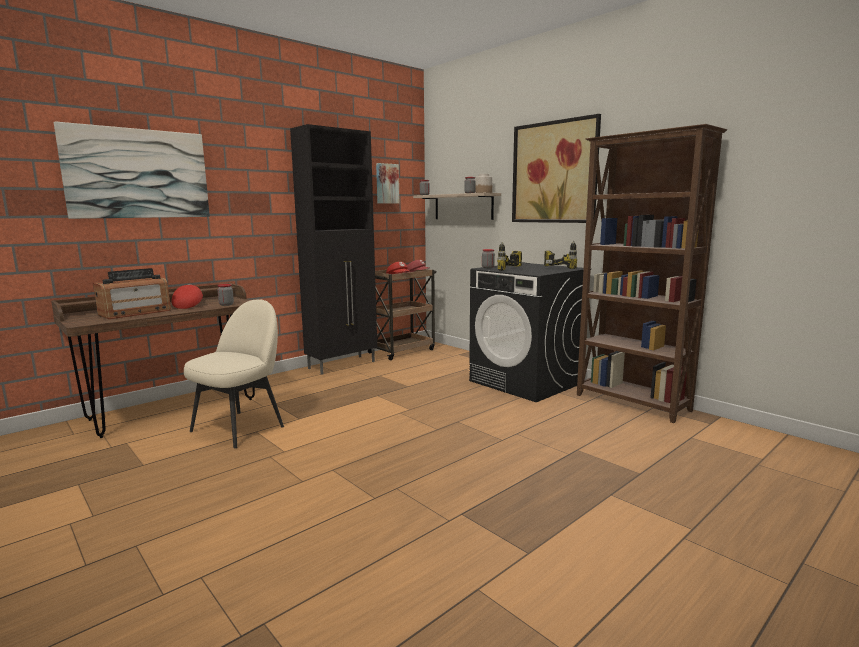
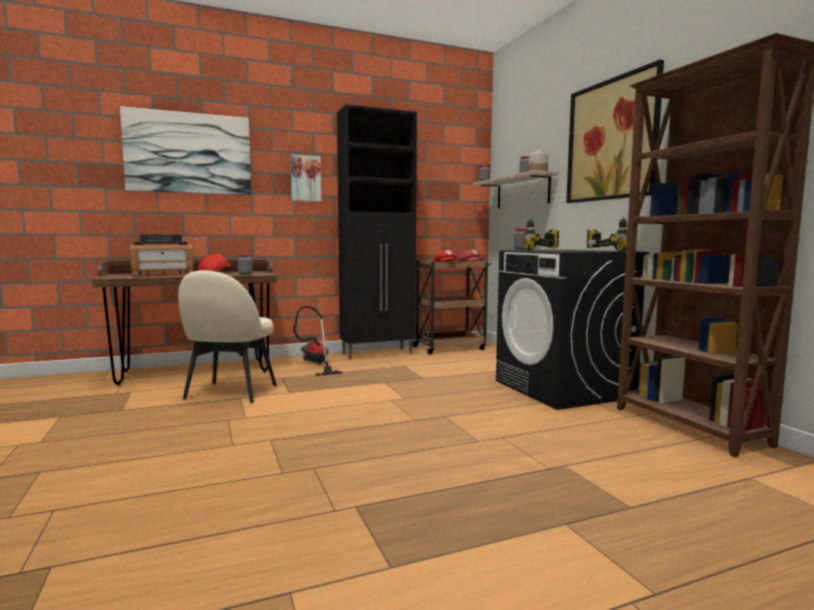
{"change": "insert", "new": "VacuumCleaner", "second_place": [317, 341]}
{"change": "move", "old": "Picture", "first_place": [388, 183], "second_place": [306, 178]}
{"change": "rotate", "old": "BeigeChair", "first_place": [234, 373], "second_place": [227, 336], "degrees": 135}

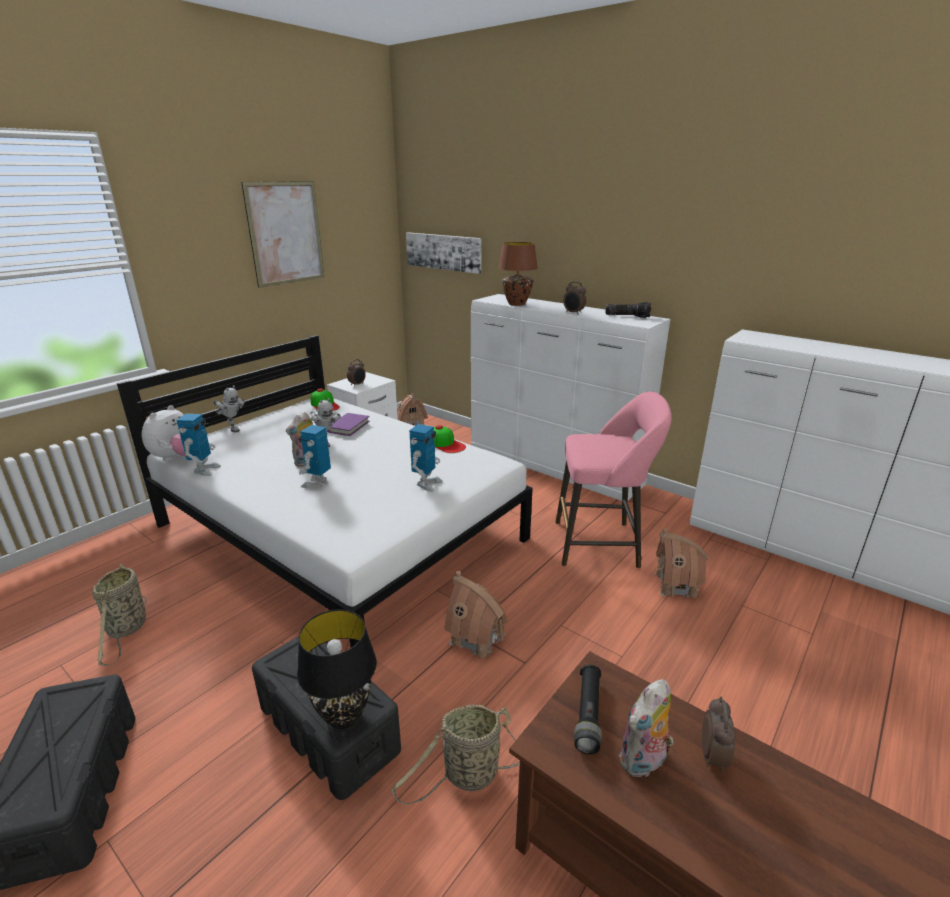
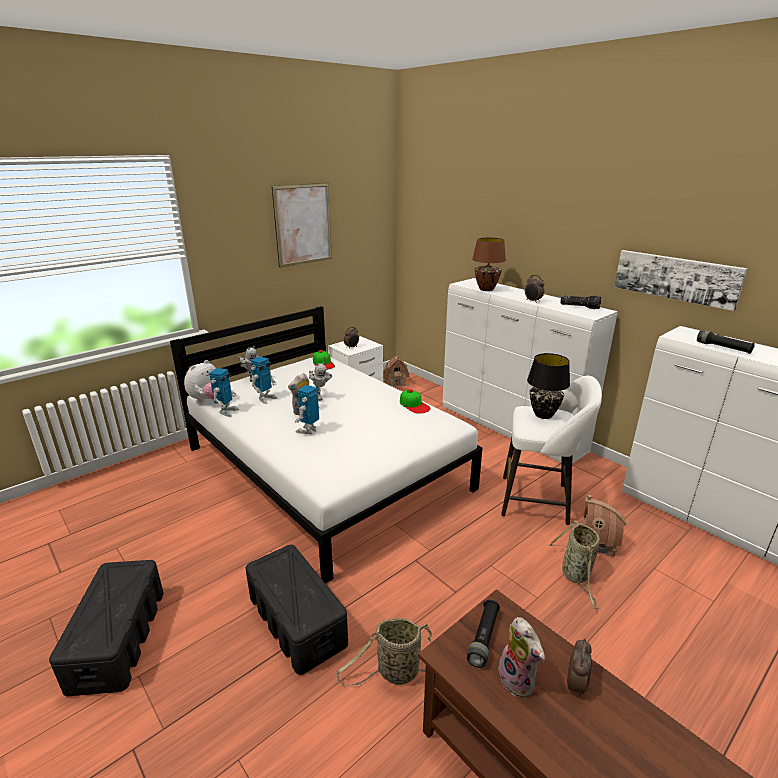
{"change": "delete", "old": "PurpleBook", "first_place": [348, 424]}
{"change": "delete", "old": "ToyHouse", "first_place": [475, 614]}
{"change": "insert", "new": "BlackFlashlight", "second_place": [726, 342]}
{"change": "move", "old": "Basket", "first_place": [119, 615], "second_place": [574, 564]}
{"change": "move", "old": "BlackTableLamp", "first_place": [337, 669], "second_place": [548, 386]}
{"change": "move", "old": "Picture", "first_place": [444, 253], "second_place": [681, 280]}
{"change": "move", "old": "ToyRobot", "first_place": [426, 458], "second_place": [264, 380]}
{"change": "recolor", "old": "PinkStool", "new": "WhiteStool", "first_place": [613, 480], "second_place": [551, 450]}
{"change": "rotate", "old": "PlushToy", "first_place": [646, 729], "second_place": [521, 657], "degrees": -90}

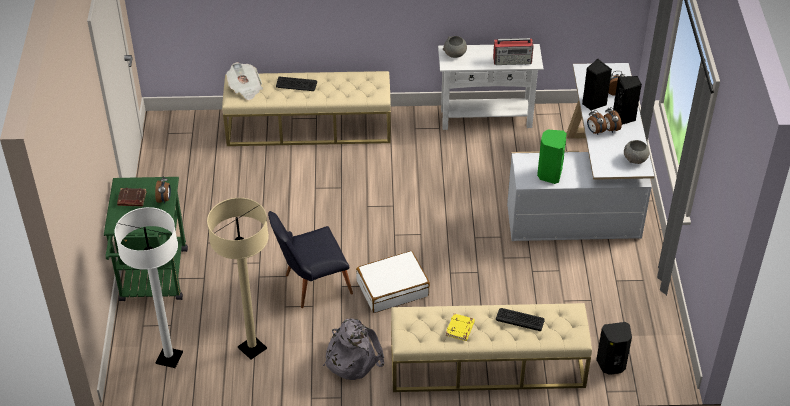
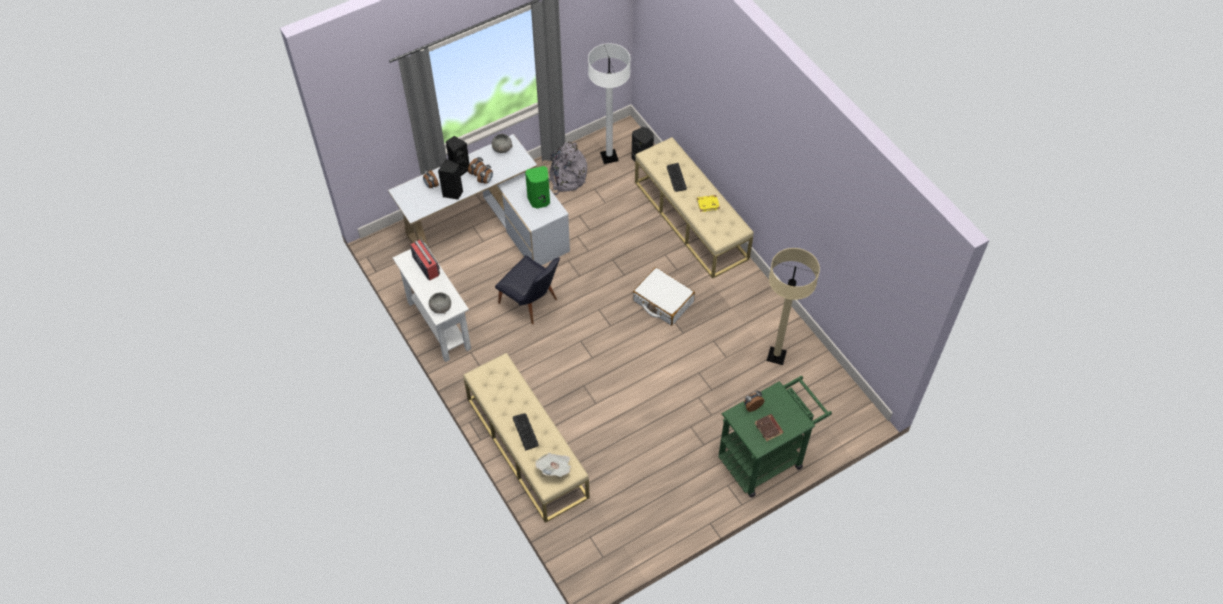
{"change": "move", "old": "WhiteFloorLamp", "first_place": [149, 287], "second_place": [609, 103]}
{"change": "move", "old": "BlackChair", "first_place": [310, 259], "second_place": [527, 290]}
{"change": "move", "old": "GreyBackpack", "first_place": [353, 349], "second_place": [568, 168]}

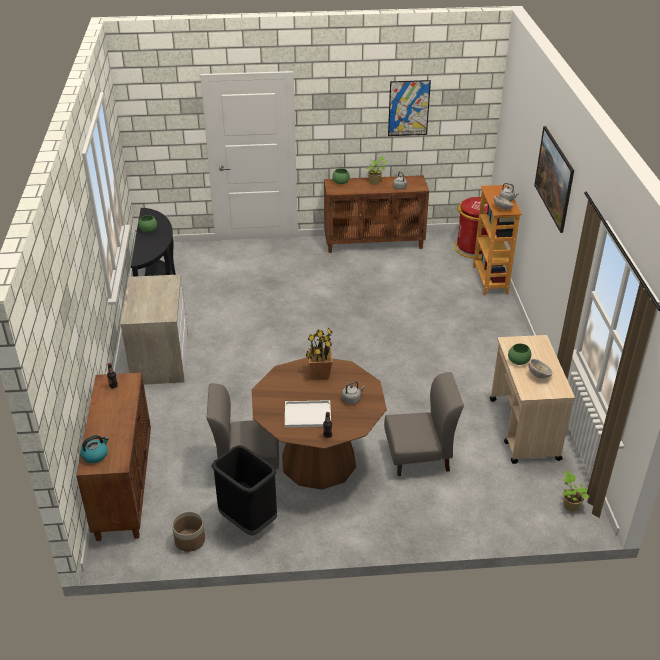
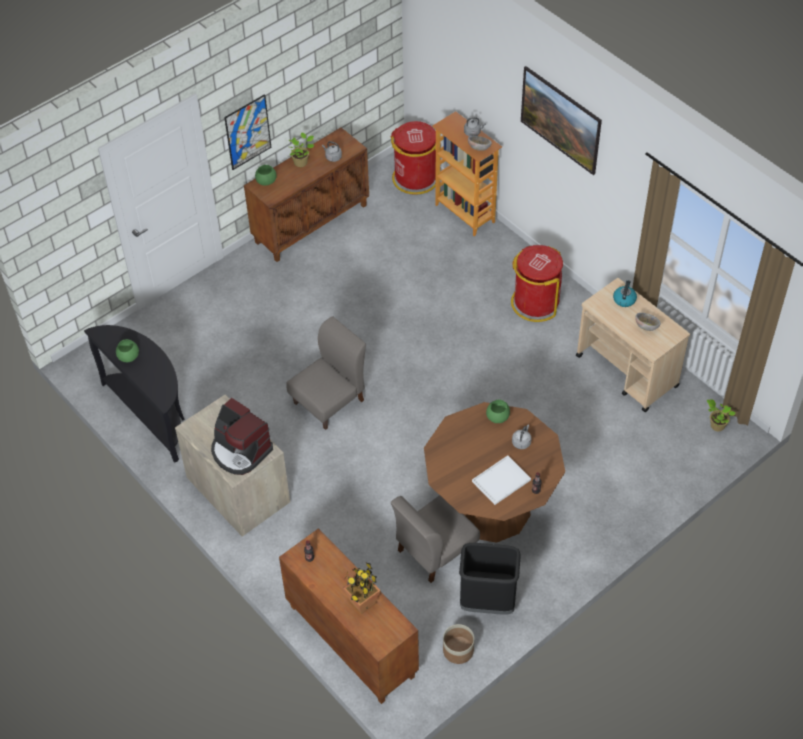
{"change": "insert", "new": "CoffeeMachine", "second_place": [242, 436]}
{"change": "insert", "new": "RedTrashCan", "second_place": [537, 283]}
{"change": "move", "old": "Kettle", "first_place": [94, 449], "second_place": [625, 293]}
{"change": "move", "old": "PottedPlant", "first_place": [319, 353], "second_place": [362, 588]}
{"change": "move", "old": "GreyChair", "first_place": [424, 424], "second_place": [326, 373]}
{"change": "move", "old": "Picture", "first_place": [409, 108], "second_place": [247, 132]}
{"change": "move", "old": "GreenBowl", "first_place": [519, 354], "second_place": [498, 411]}

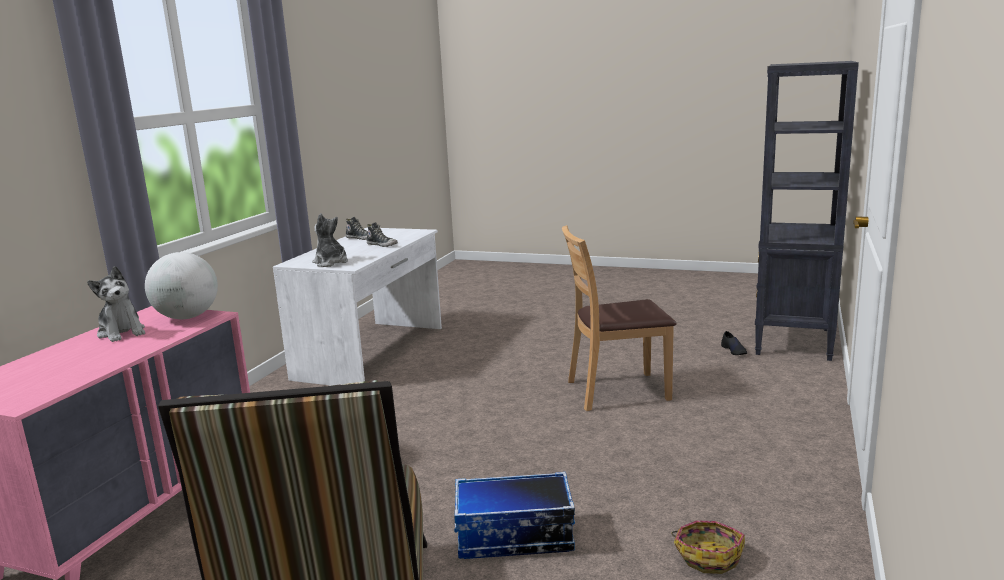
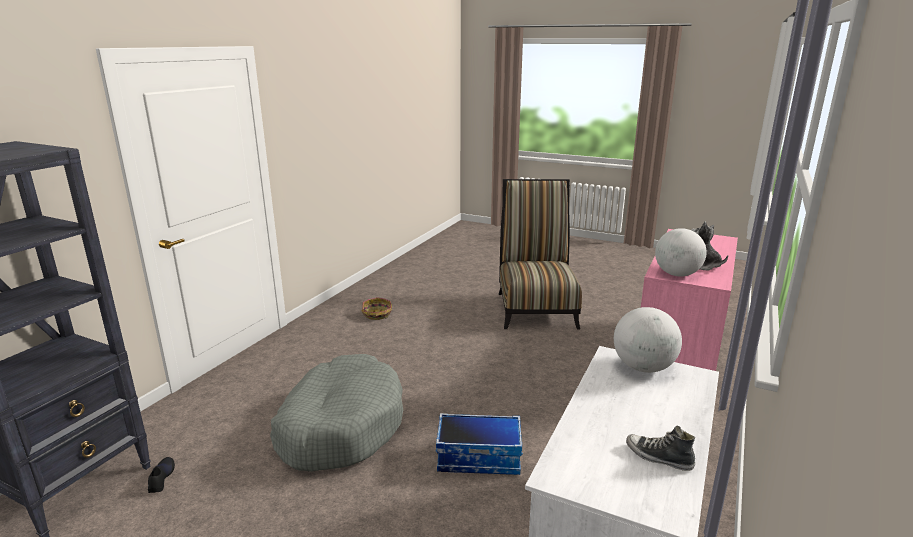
{"change": "delete", "old": "Shoe", "first_place": [382, 234]}
{"change": "move", "old": "StorageBox", "first_place": [514, 515], "second_place": [479, 444]}
{"change": "replace", "old": "PlushToy", "new": "Globe", "first_place": [330, 240], "second_place": [648, 340]}
{"change": "replace", "old": "BrownChair", "new": "GreyDogBed", "first_place": [619, 318], "second_place": [336, 413]}

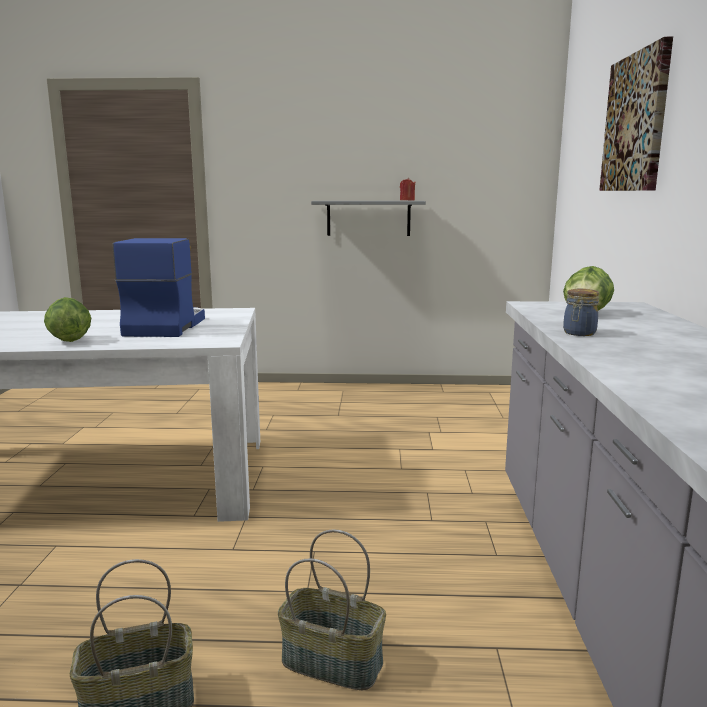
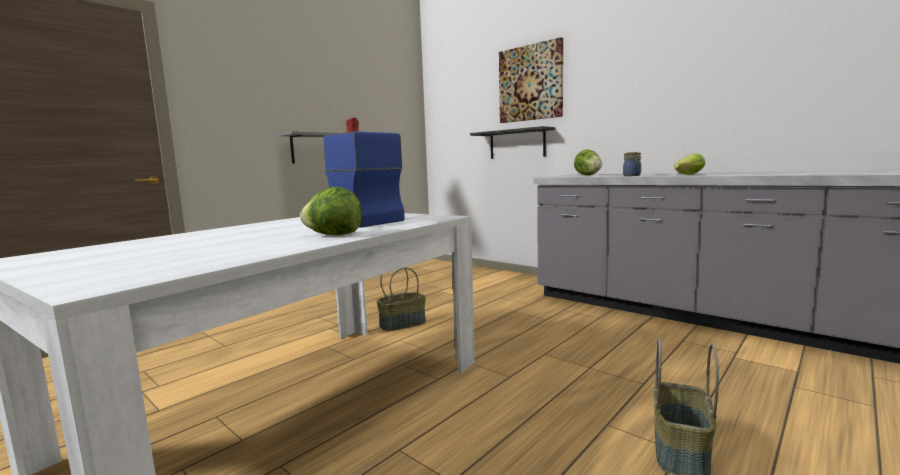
{"change": "insert", "new": "BlackShelf", "second_place": [512, 142]}
{"change": "insert", "new": "Lettuce", "second_place": [689, 164]}
{"change": "move", "old": "Basket", "first_place": [332, 609], "second_place": [401, 299]}

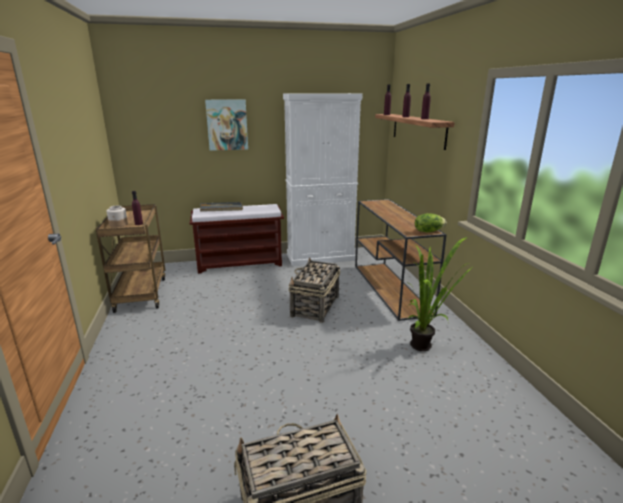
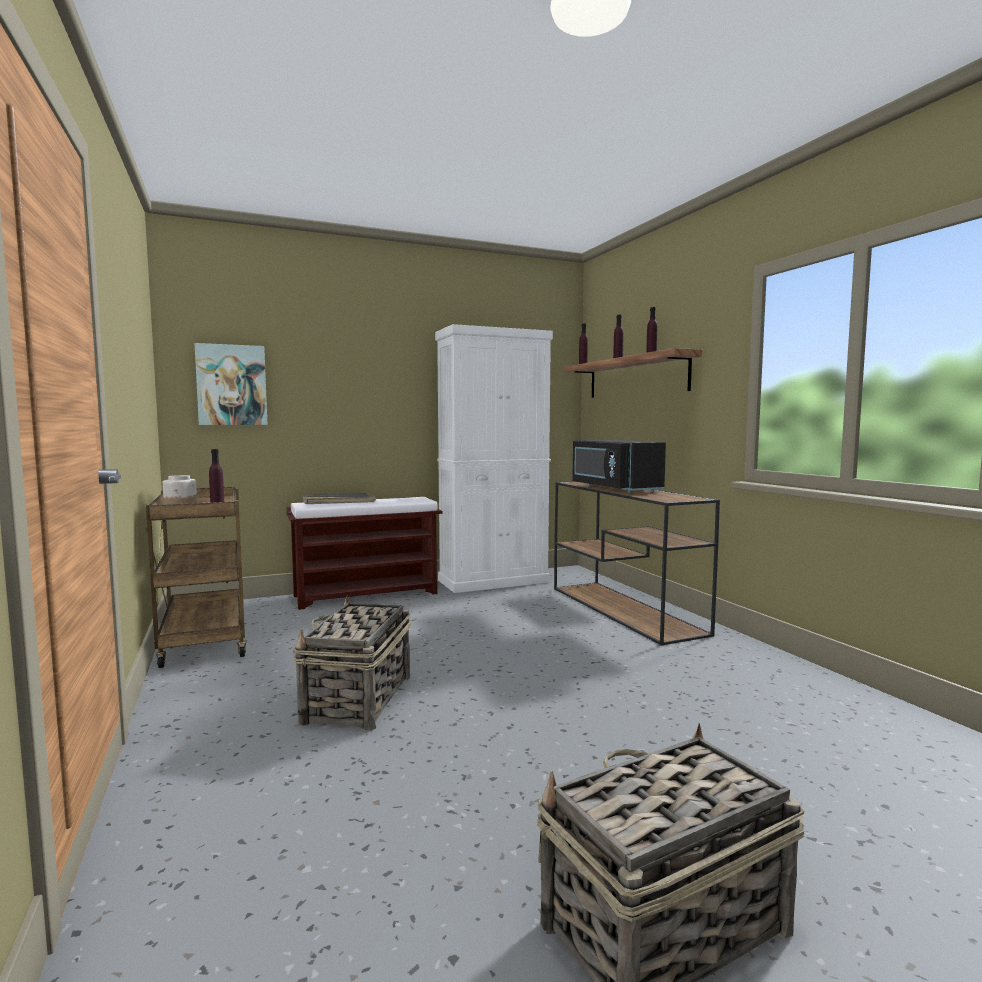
{"change": "delete", "old": "PottedPlant", "first_place": [439, 294]}
{"change": "delete", "old": "Lettuce", "first_place": [430, 222]}
{"change": "insert", "new": "BlackMicrowave", "second_place": [619, 466]}
{"change": "move", "old": "Picture", "first_place": [226, 125], "second_place": [231, 384]}
{"change": "move", "old": "Basket", "first_place": [315, 290], "second_place": [352, 663]}

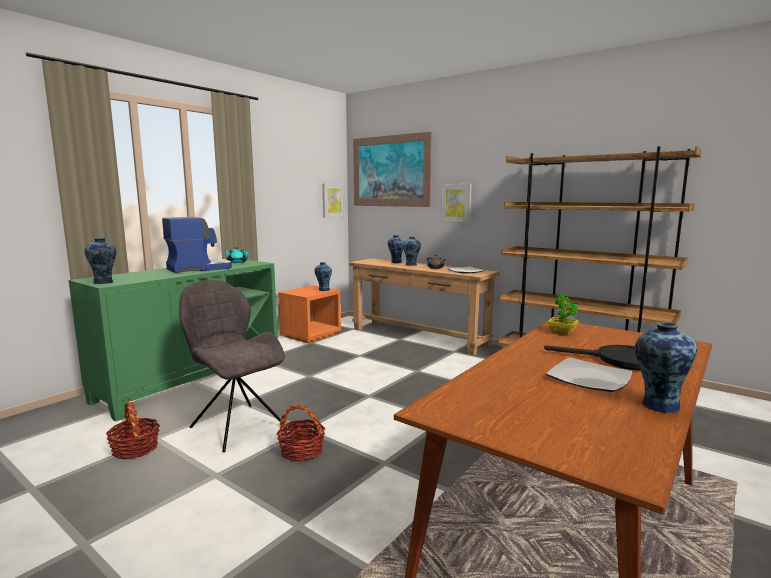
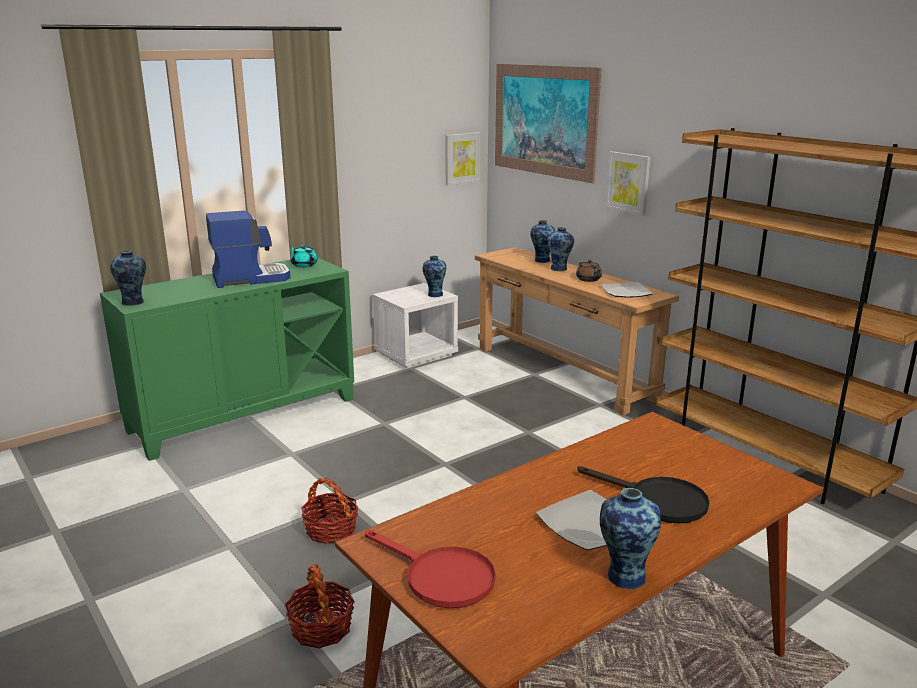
{"change": "delete", "old": "GreyChair", "first_place": [232, 366]}
{"change": "delete", "old": "PottedPlant", "first_place": [562, 314]}
{"change": "insert", "new": "RedFryingPan", "second_place": [430, 569]}
{"change": "move", "old": "Basket", "first_place": [133, 430], "second_place": [320, 606]}
{"change": "recolor", "old": "OrangeNightstand", "new": "WhiteNightstand", "first_place": [309, 314], "second_place": [415, 326]}

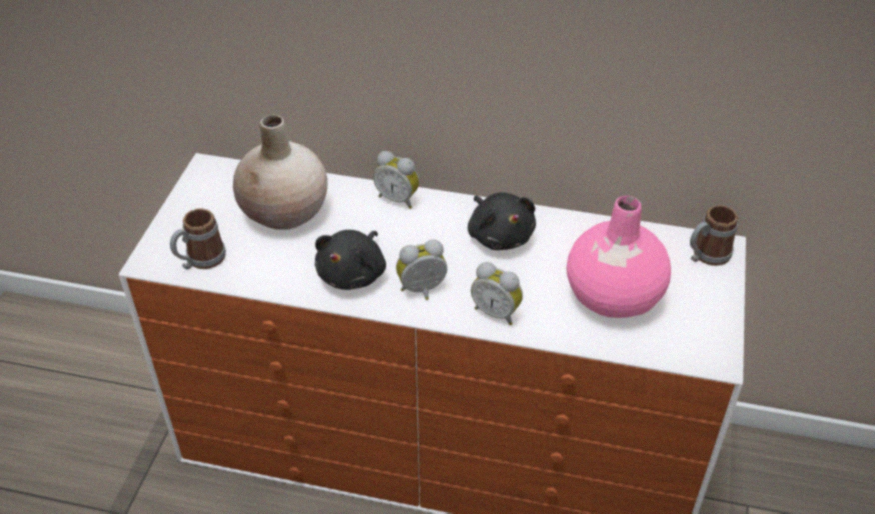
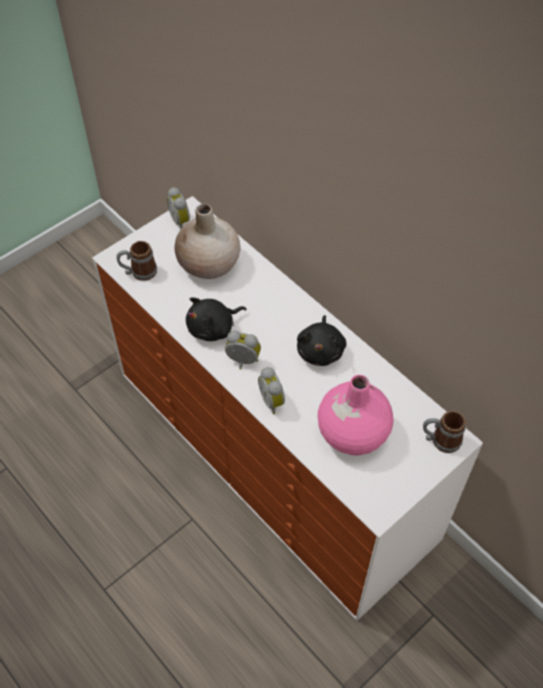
{"change": "move", "old": "AlarmClock", "first_place": [396, 180], "second_place": [178, 208]}

